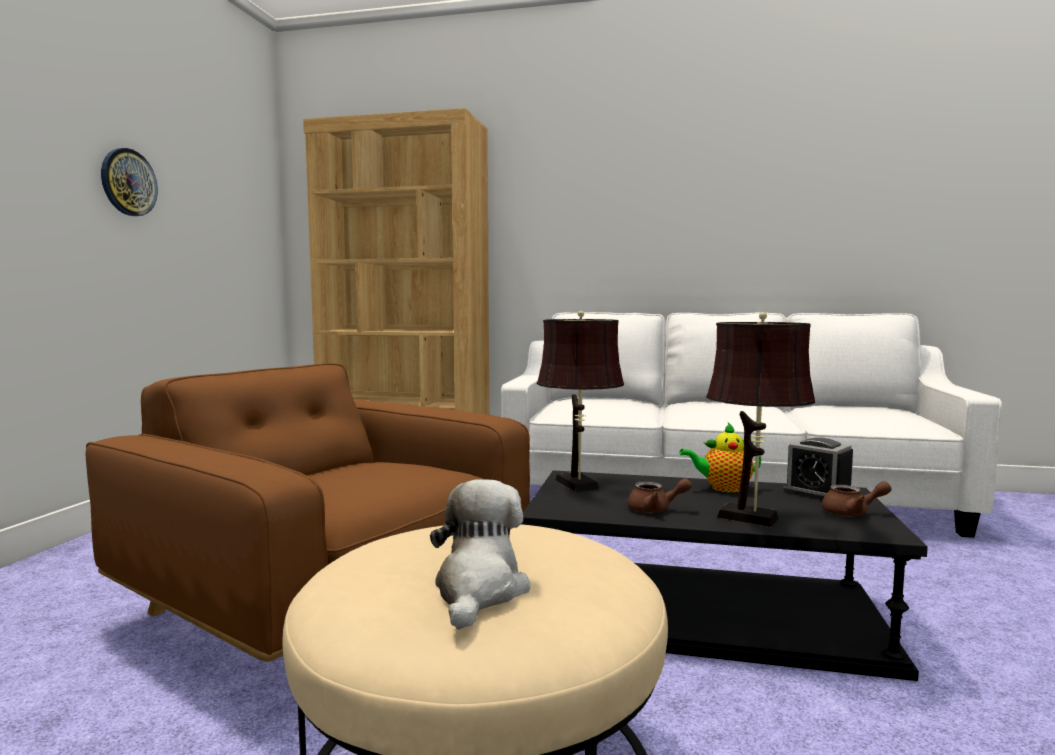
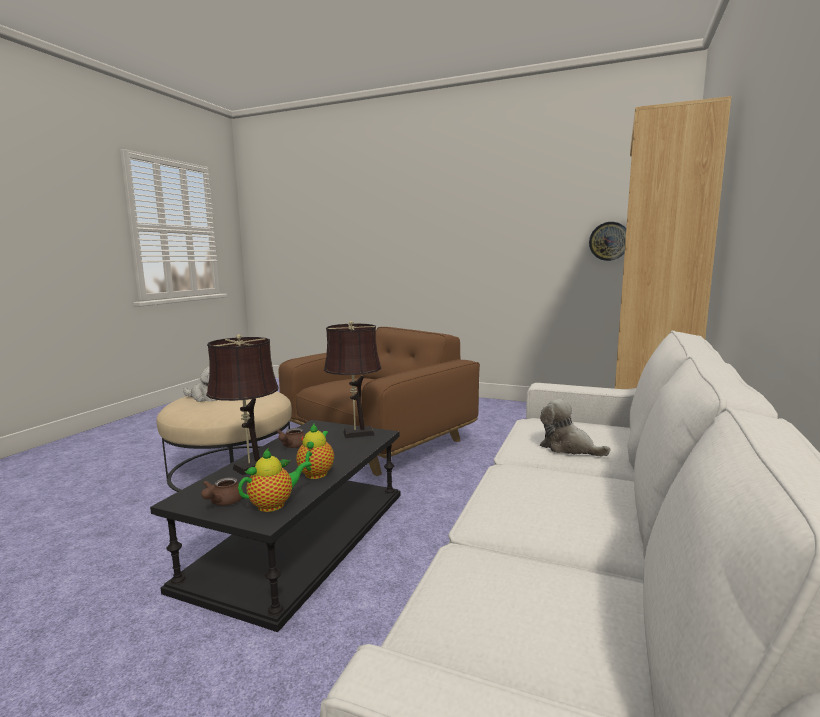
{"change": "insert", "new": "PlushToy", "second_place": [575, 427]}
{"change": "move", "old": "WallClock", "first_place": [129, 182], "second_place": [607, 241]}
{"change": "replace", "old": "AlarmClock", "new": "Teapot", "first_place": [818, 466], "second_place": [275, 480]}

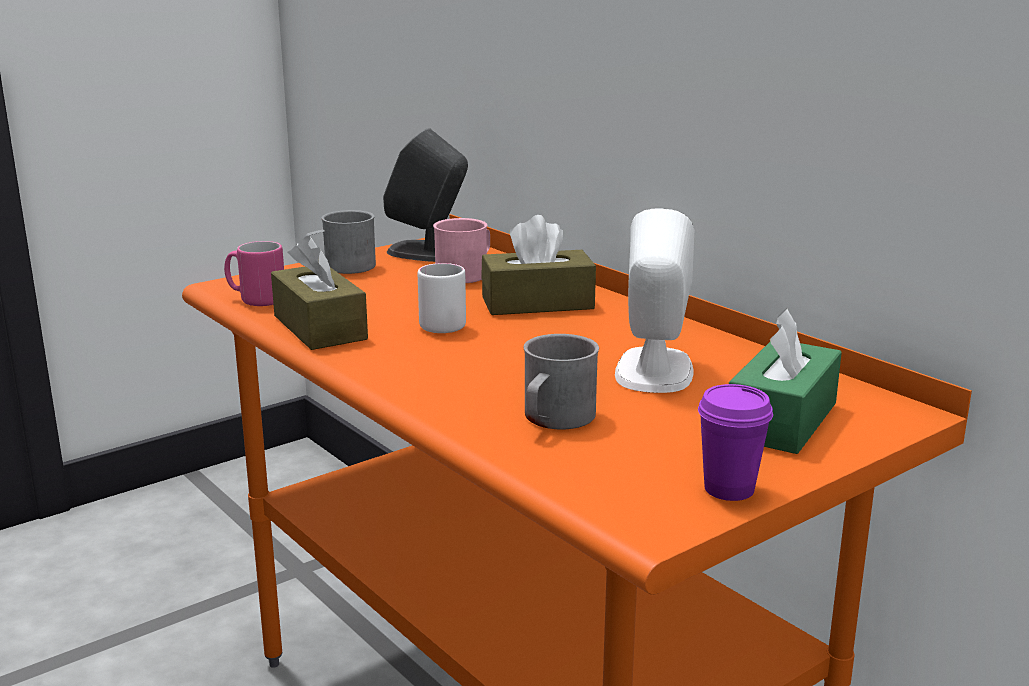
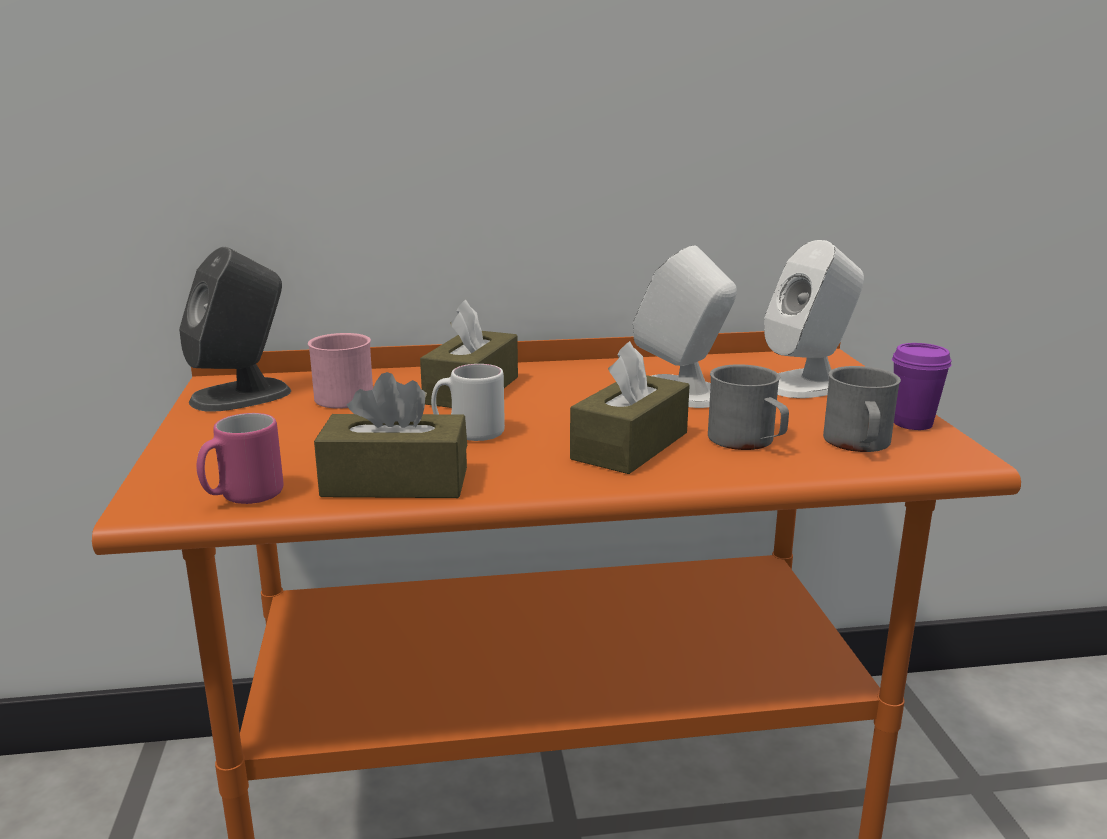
{"change": "insert", "new": "BrownTissueBox", "second_place": [630, 407]}
{"change": "move", "old": "GreyMug", "first_place": [340, 242], "second_place": [862, 409]}
{"change": "replace", "old": "GreenTissueBox", "new": "WhiteSpeaker", "first_place": [785, 381], "second_place": [814, 319]}

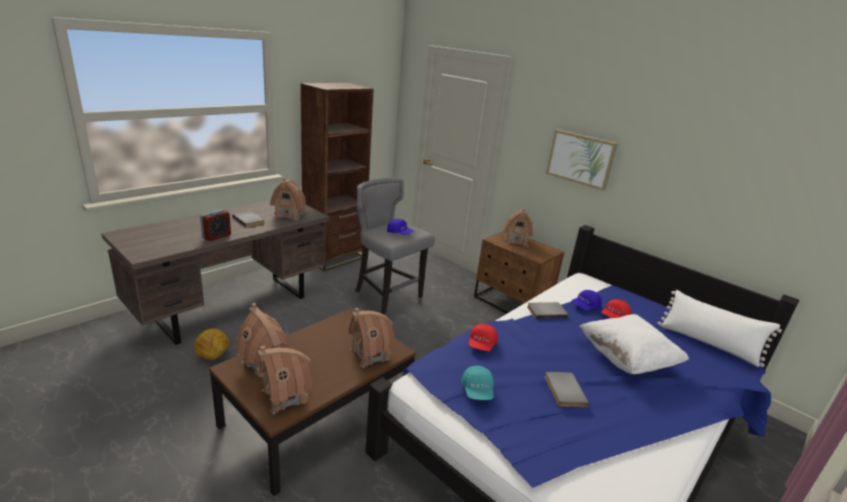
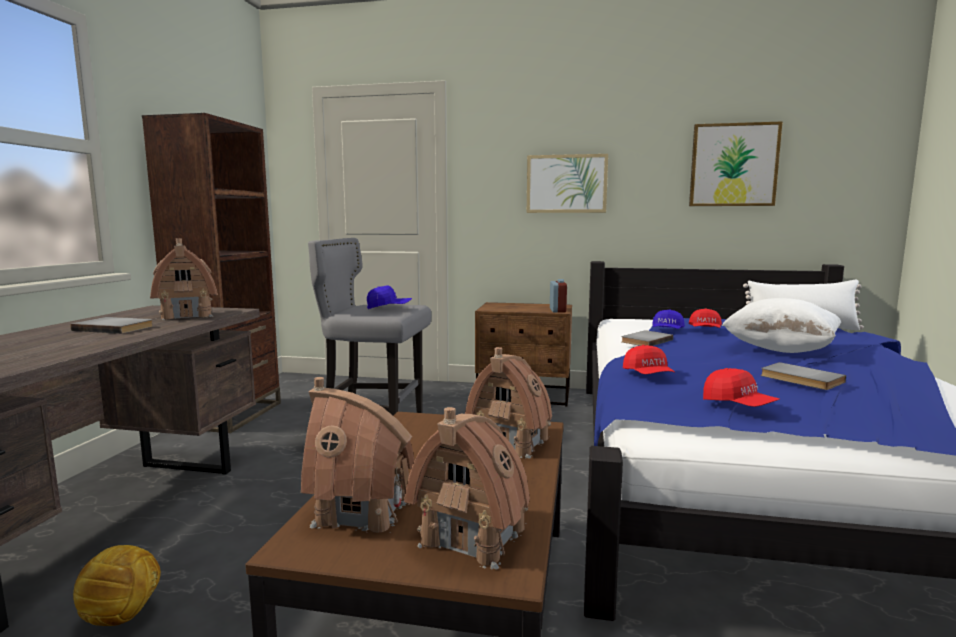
{"change": "delete", "old": "ToyHouse", "first_place": [518, 227]}
{"change": "insert", "new": "Picture", "second_place": [735, 164]}
{"change": "move", "old": "AlarmClock", "first_place": [215, 225], "second_place": [558, 296]}
{"change": "recolor", "old": "TurquoiseCap", "new": "RedCap", "first_place": [477, 382], "second_place": [741, 387]}

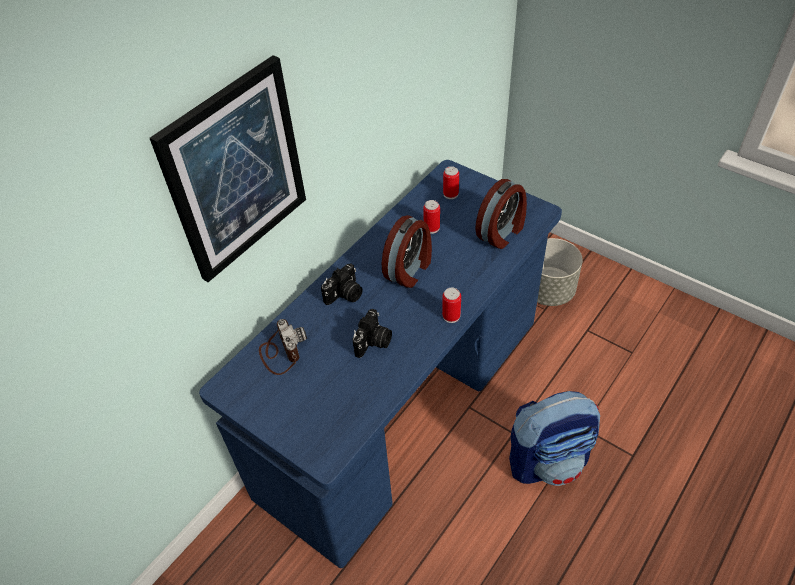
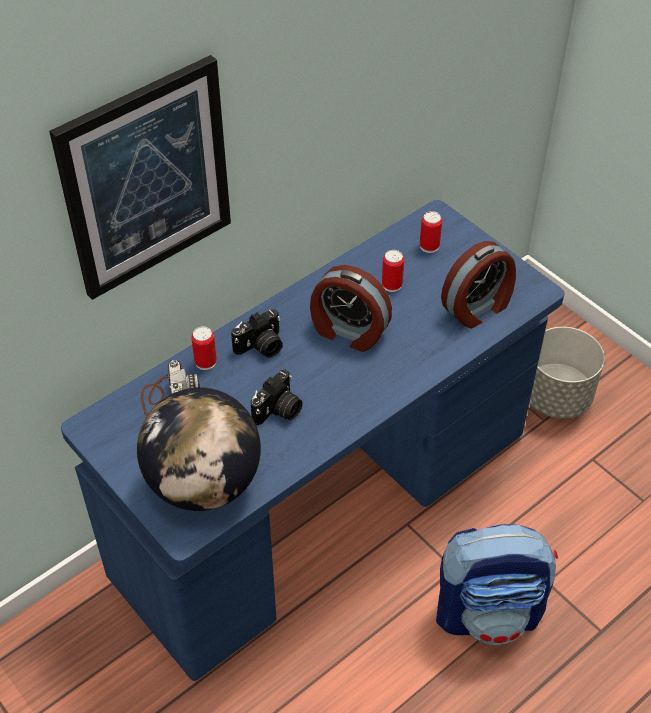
{"change": "insert", "new": "Globe", "second_place": [199, 449]}
{"change": "move", "old": "Can", "first_place": [451, 305], "second_place": [204, 348]}
{"change": "rotate", "old": "AlarmClock", "first_place": [407, 251], "second_place": [351, 308], "degrees": 75}

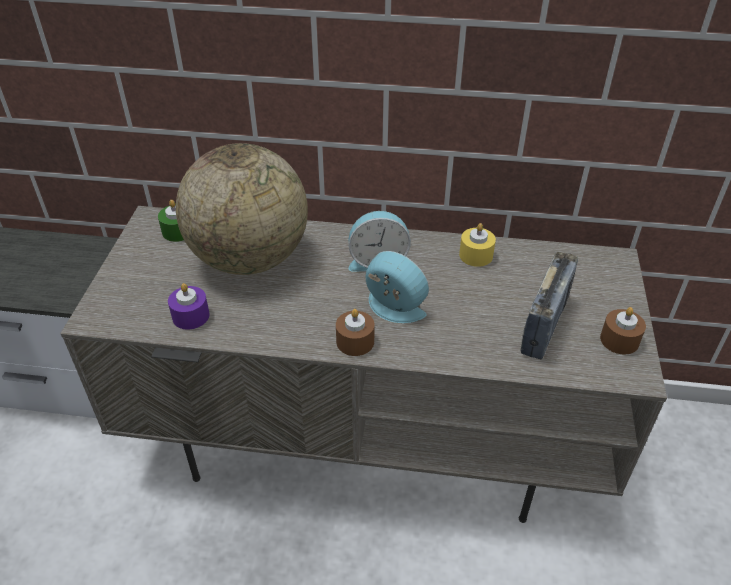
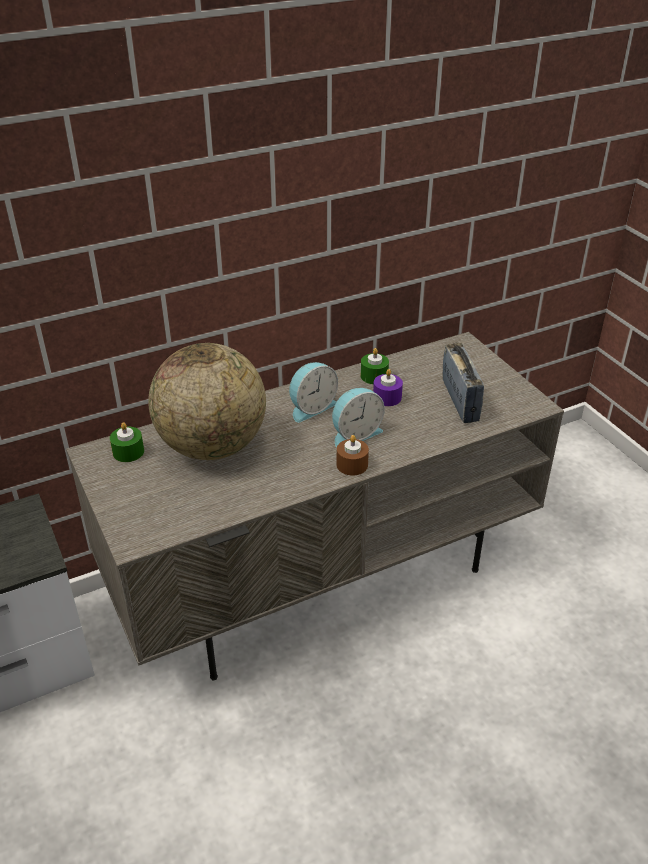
{"change": "delete", "old": "BrownCandle", "first_place": [623, 331]}
{"change": "move", "old": "PurpleCandle", "first_place": [189, 306], "second_place": [388, 387]}
{"change": "recolor", "old": "YellowCandle", "new": "GreenCandle", "first_place": [477, 245], "second_place": [374, 366]}
{"change": "rotate", "old": "AlarmClock", "first_place": [397, 287], "second_place": [358, 417], "degrees": 150}

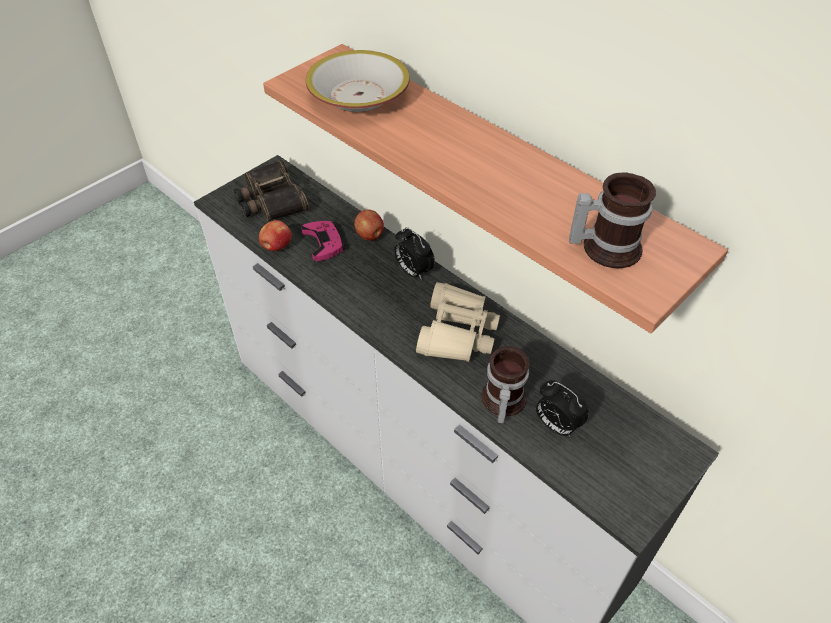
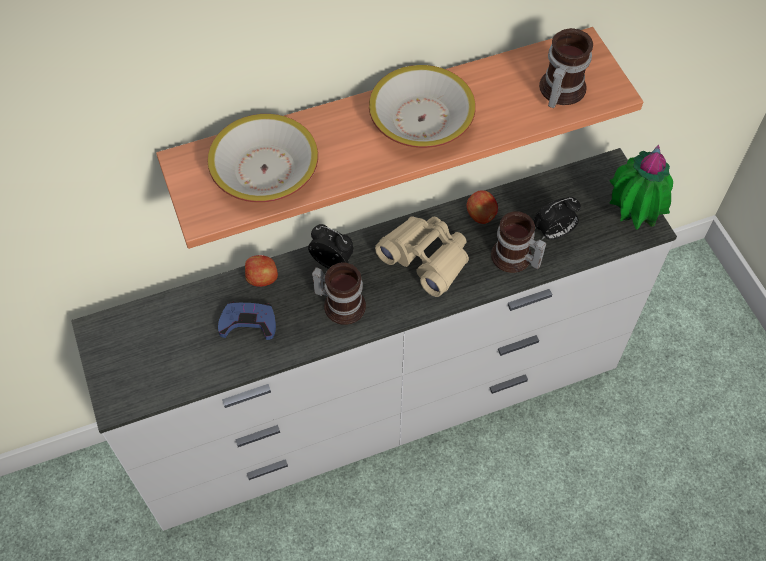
{"change": "delete", "old": "Binoculars", "first_place": [271, 190]}
{"change": "insert", "new": "Mug", "second_place": [339, 293]}
{"change": "insert", "new": "Bowl", "second_place": [422, 106]}
{"change": "insert", "new": "PottedPlant", "second_place": [641, 187]}
{"change": "move", "old": "Apple", "first_place": [275, 235], "second_place": [482, 207]}
{"change": "recolor", "old": "PinkGameController", "new": "BlueGameController", "first_place": [323, 241], "second_place": [247, 321]}
{"change": "rotate", "old": "AlarmClock", "first_place": [414, 253], "second_place": [331, 246], "degrees": -135}

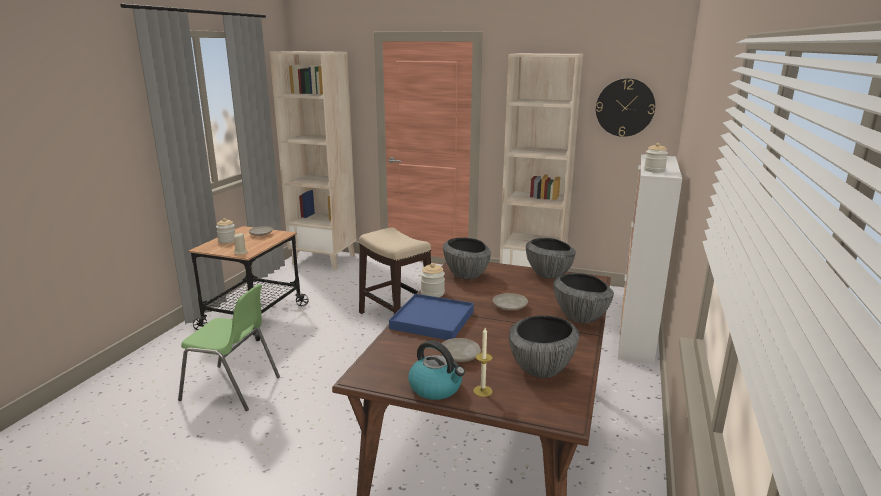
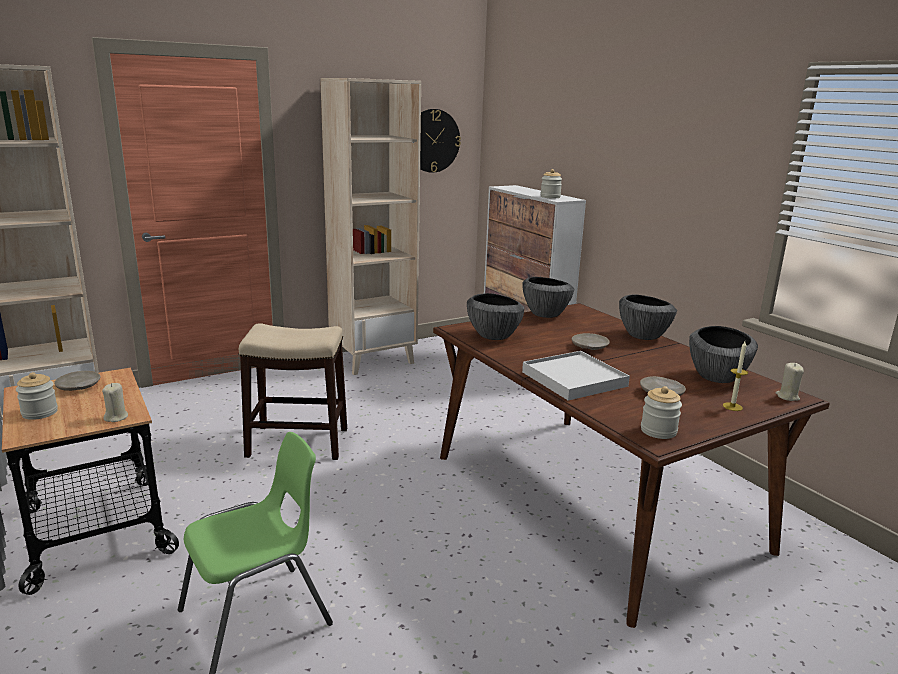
{"change": "delete", "old": "Kettle", "first_place": [436, 370]}
{"change": "insert", "new": "BeigeCandle", "second_place": [790, 382]}
{"change": "move", "old": "Jar", "first_place": [433, 280], "second_place": [661, 412]}
{"change": "recolor", "old": "BlueTray", "new": "WhiteTray", "first_place": [431, 317], "second_place": [576, 375]}

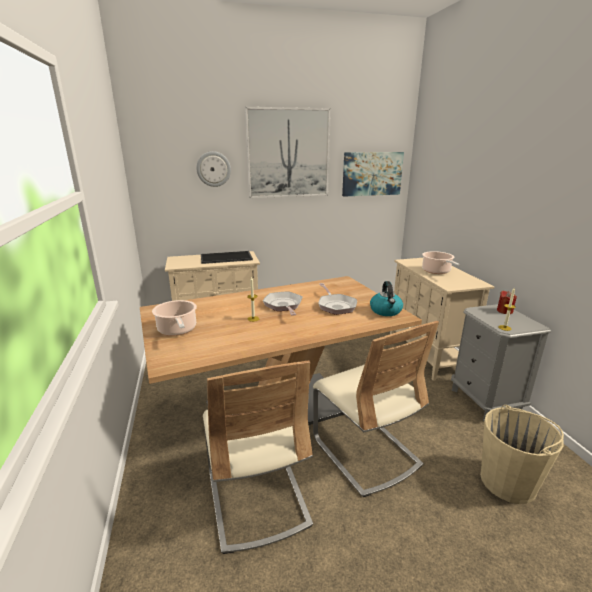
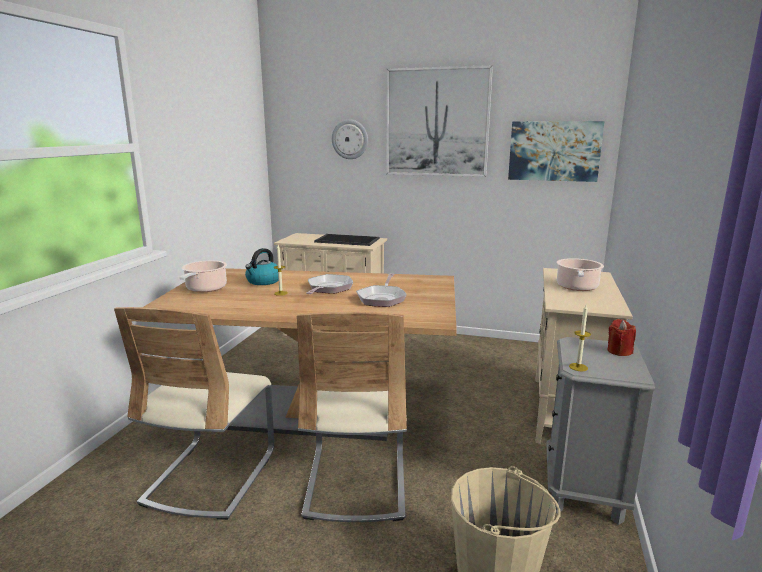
{"change": "move", "old": "Kettle", "first_place": [386, 298], "second_place": [262, 266]}

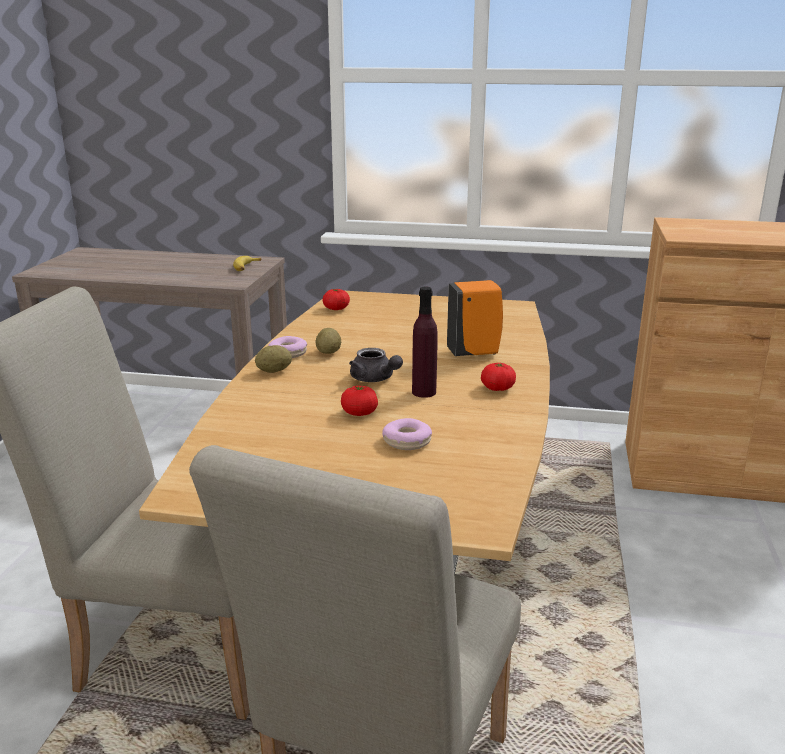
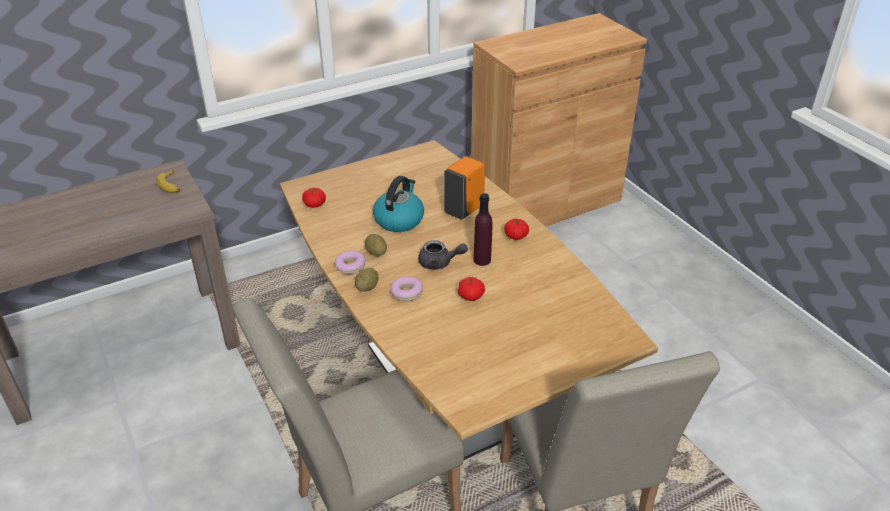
{"change": "insert", "new": "Kettle", "second_place": [398, 204]}
{"change": "move", "old": "Donut", "first_place": [407, 434], "second_place": [406, 288]}

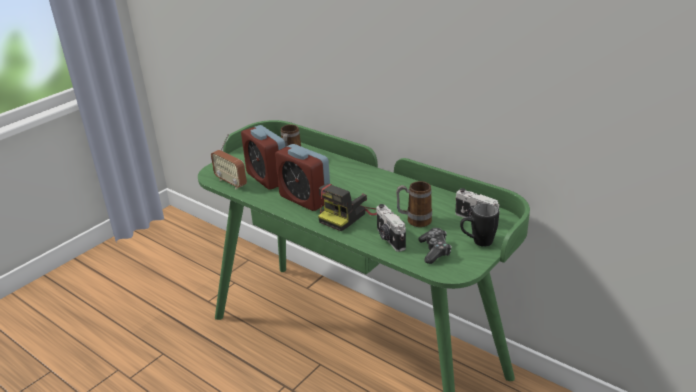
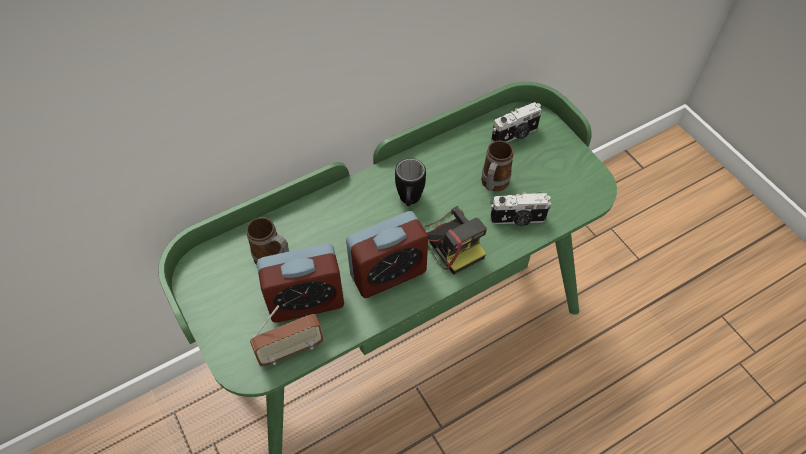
{"change": "delete", "old": "GameController", "first_place": [434, 246]}
{"change": "move", "old": "BlackMug", "first_place": [479, 225], "second_place": [410, 182]}

